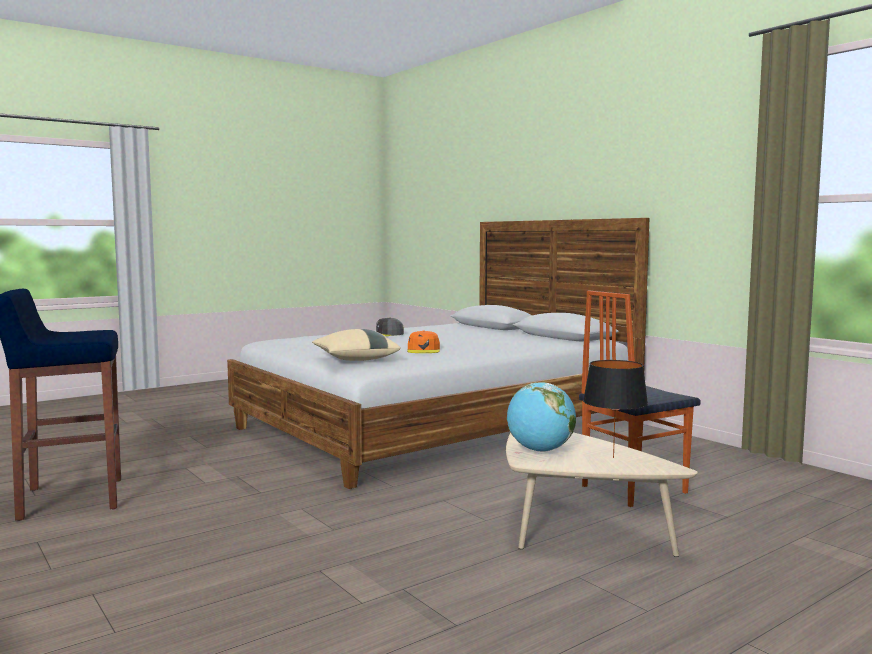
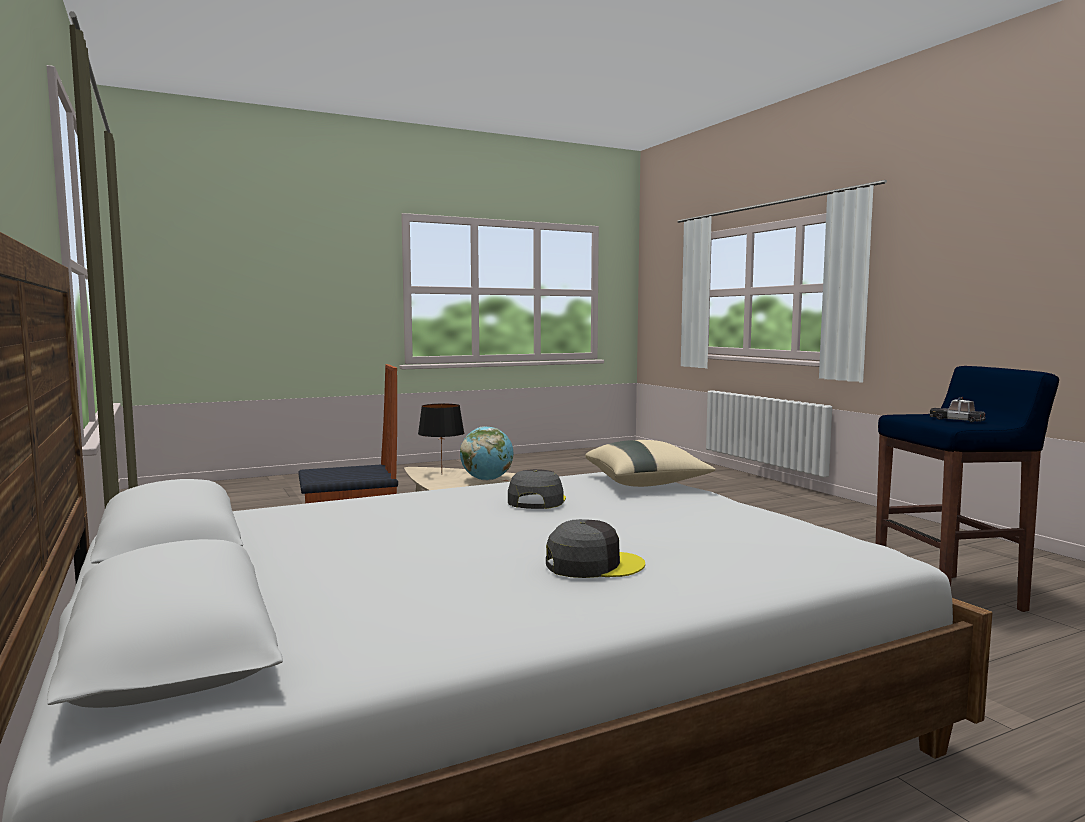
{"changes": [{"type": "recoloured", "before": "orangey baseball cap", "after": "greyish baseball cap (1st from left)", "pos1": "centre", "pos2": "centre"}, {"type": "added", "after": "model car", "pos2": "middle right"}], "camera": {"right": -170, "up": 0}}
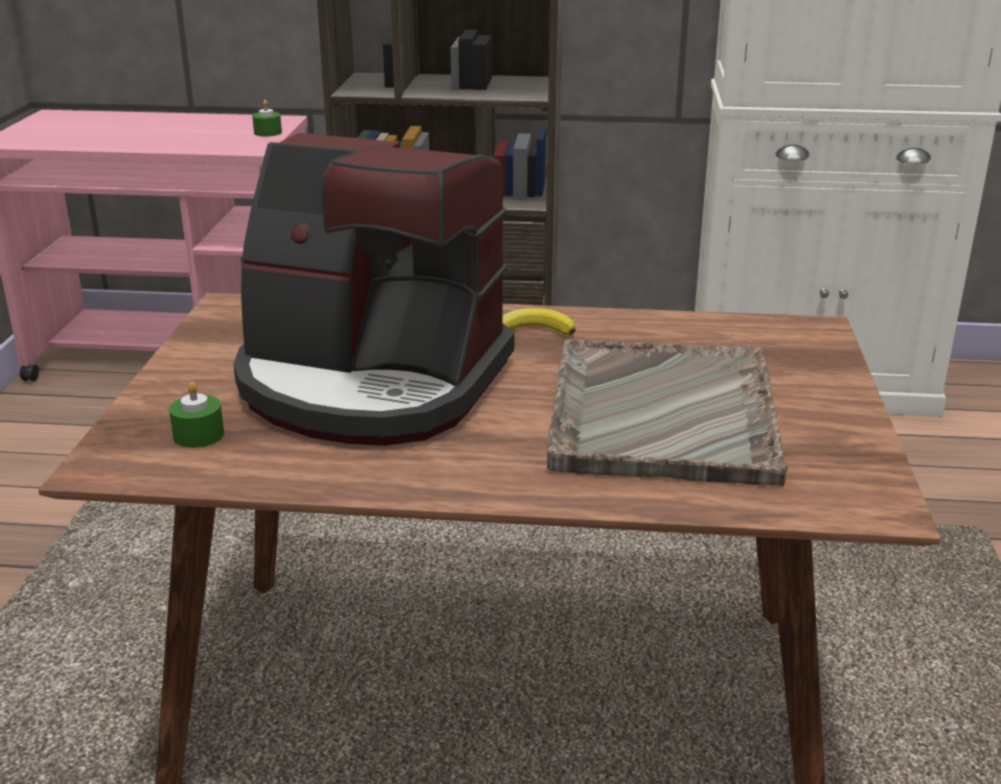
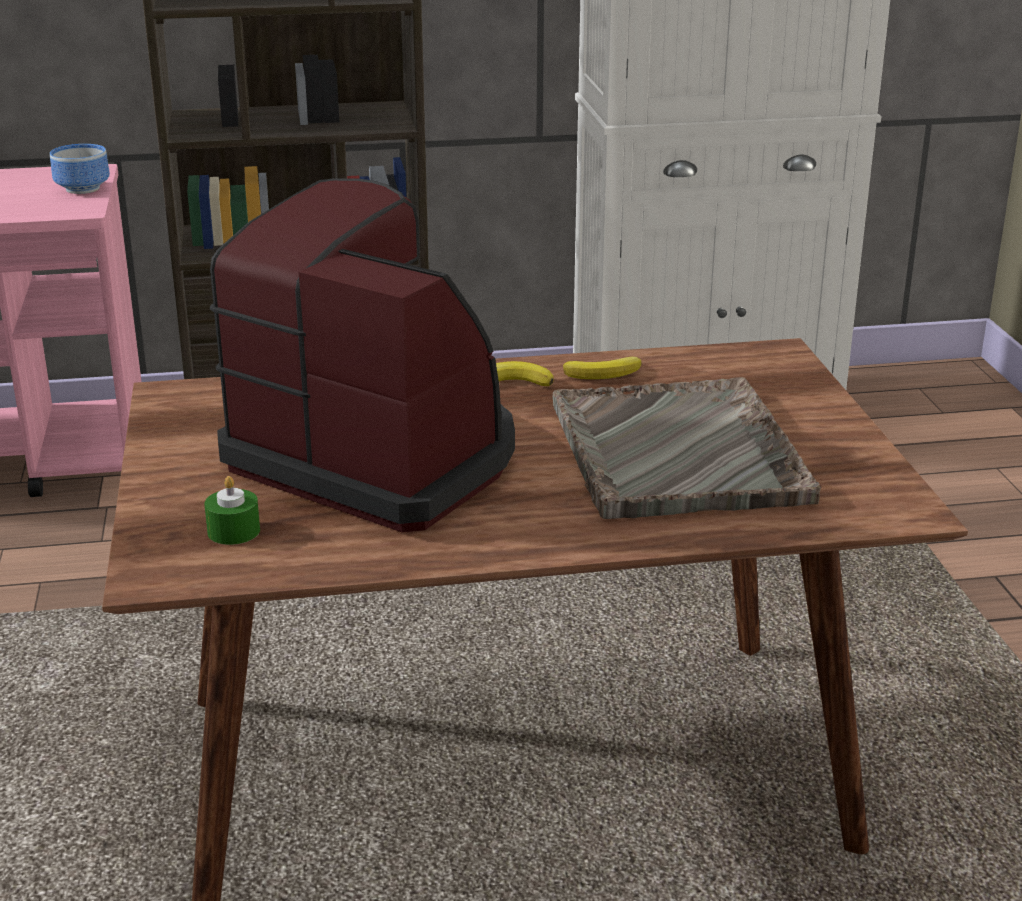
{"changes": [{"type": "replaced", "before": "greenish candle (2nd from left)", "after": "deep dish", "pos1": "top left", "pos2": "top left"}, {"type": "turned", "before": "coffee machine", "pos1": "centre", "pos2": "centre", "turn": -150}, {"type": "added", "after": "banana (2nd from left)", "pos2": "centre"}], "camera": {"right": -15, "up": 0}}
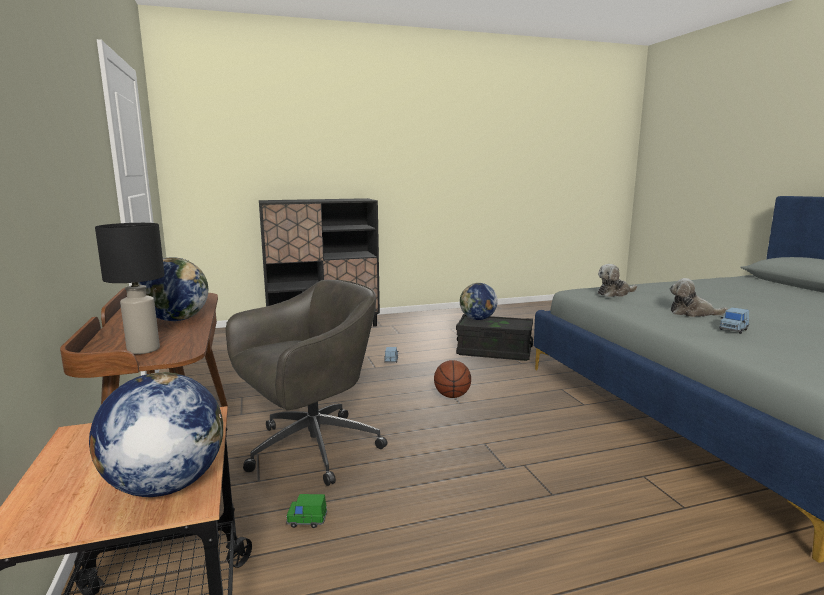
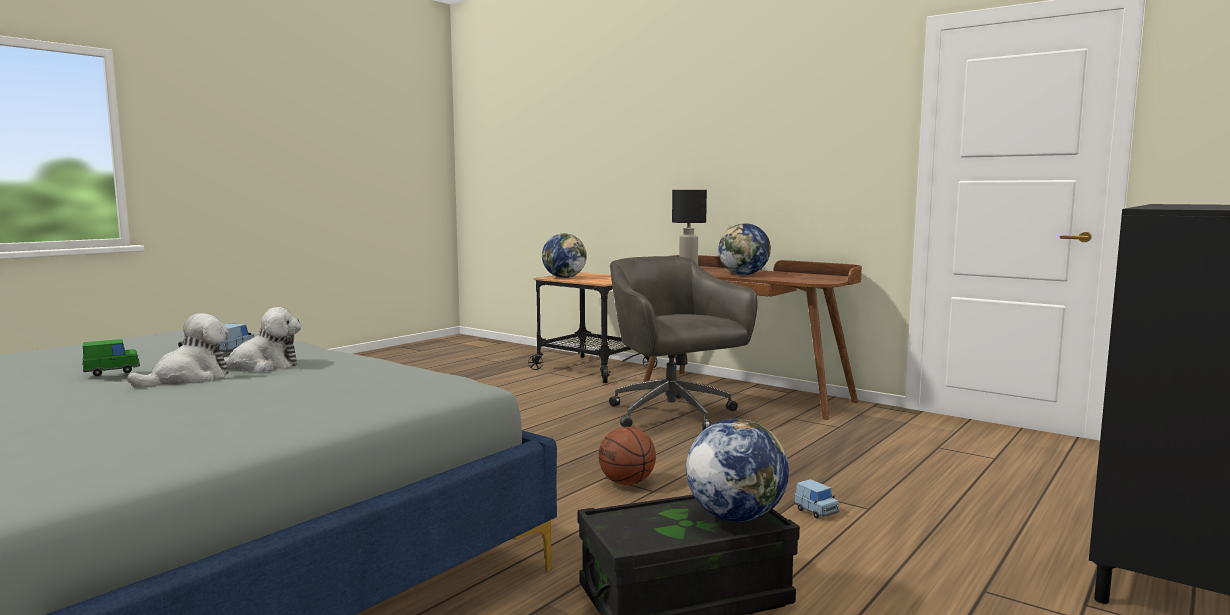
{"changes": [{"type": "moved", "before": "soft toy (1st from left)", "pos1": "middle right", "pos2": "middle left"}, {"type": "turned", "before": "greyish desk chair", "pos1": "centre", "pos2": "centre", "turn": 135}, {"type": "moved", "before": "greenish model car", "pos1": "bottom centre", "pos2": "middle left"}], "camera": {"right": 145, "up": -5}}
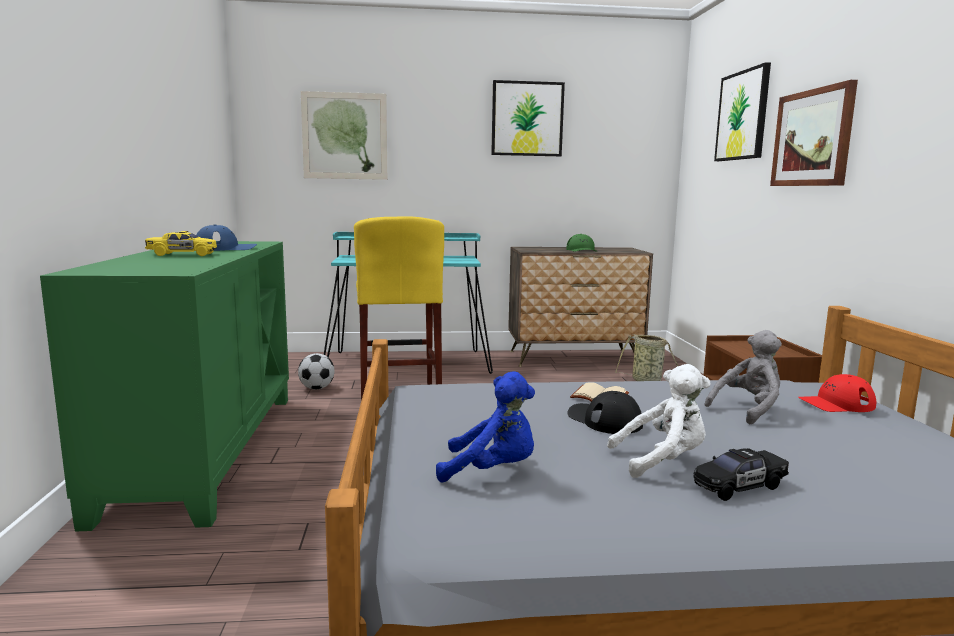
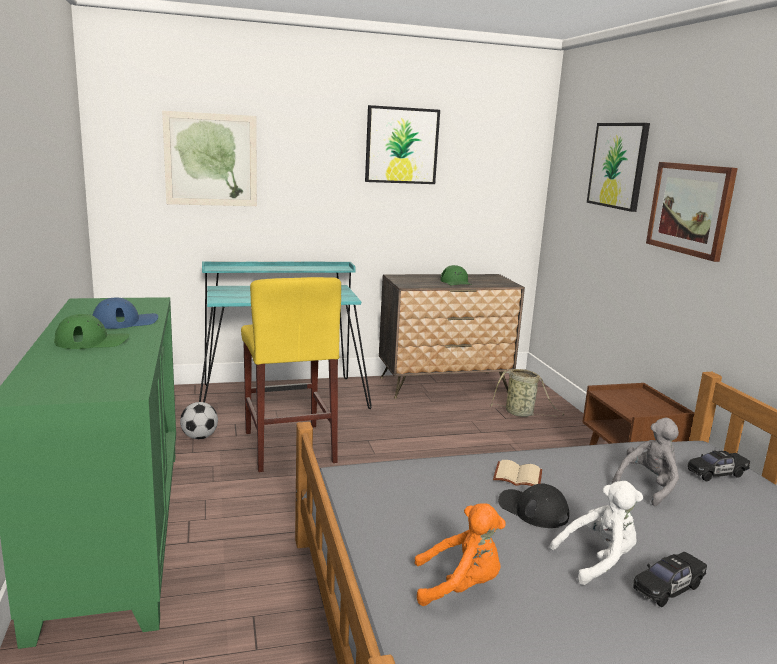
{"changes": [{"type": "replaced", "before": "yellow model car", "after": "greenish baseball cap (1st from left)", "pos1": "middle left", "pos2": "middle left"}, {"type": "recoloured", "before": "bluish soft toy", "after": "orangey soft toy", "pos1": "bottom centre", "pos2": "bottom centre"}, {"type": "replaced", "before": "red-coloured baseball cap", "after": "blackish model car (2nd from left)", "pos1": "middle right", "pos2": "bottom right"}], "camera": {"right": -10, "up": 5}}
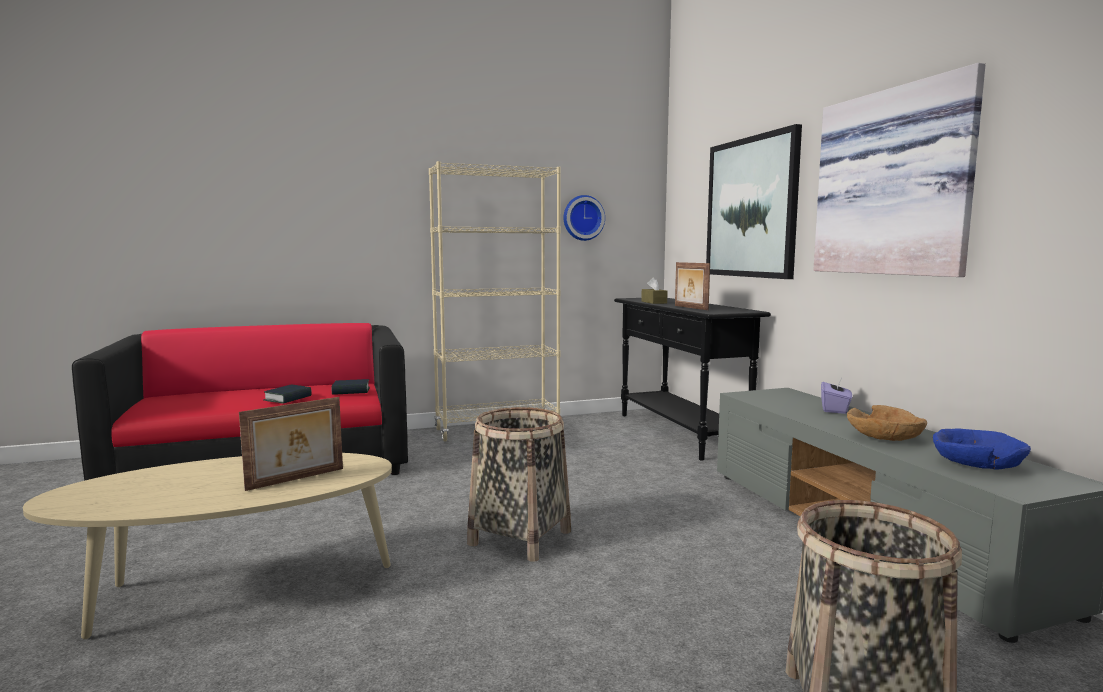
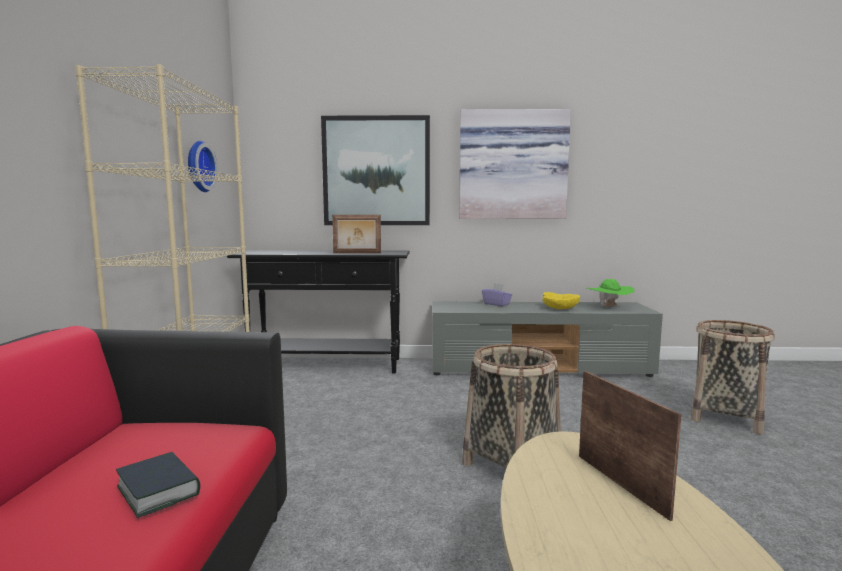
{"changes": [{"type": "removed", "before": "brown tissue box", "pos1": "centre"}, {"type": "removed", "before": "volume (2nd from left)", "pos1": "middle left"}, {"type": "recoloured", "before": "brown deep dish", "after": "yellow deep dish", "pos1": "middle right", "pos2": "centre"}, {"type": "replaced", "before": "bluish deep dish", "after": "greenish wearable hat", "pos1": "middle right", "pos2": "middle right"}], "camera": {"right": -70, "up": 0}}
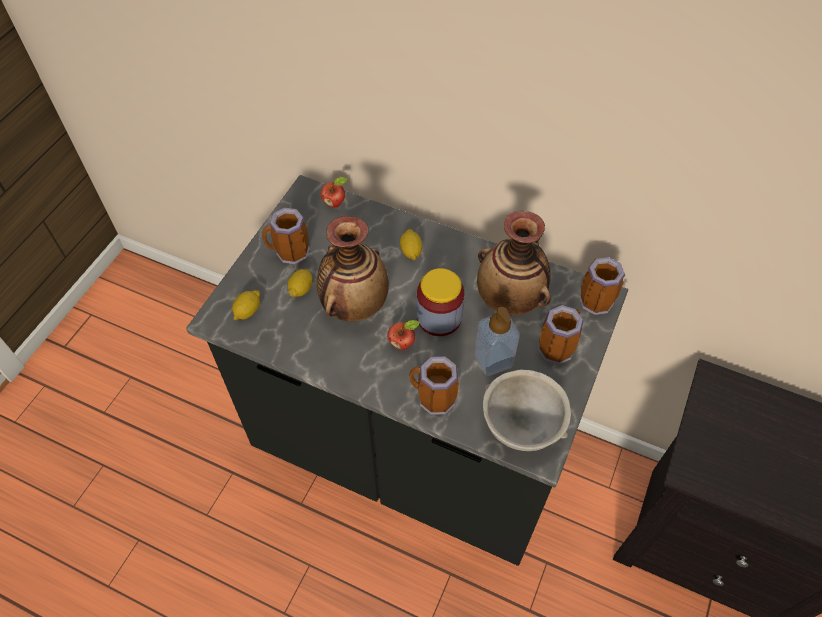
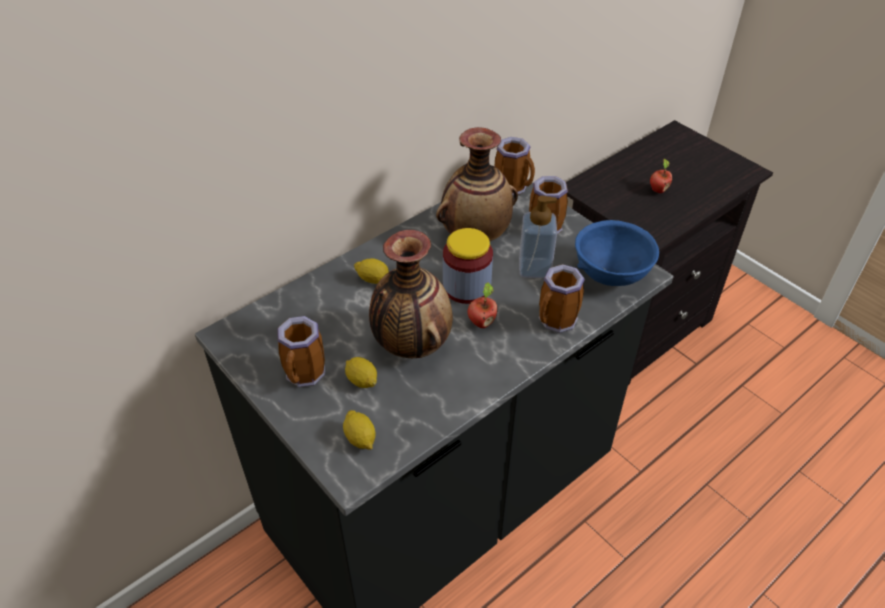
{"changes": [{"type": "moved", "before": "apple fruit (1st from left in the first image)", "after": "apple fruit (2nd from left)", "pos1": "top centre", "pos2": "top right"}, {"type": "recoloured", "before": "greyish deep dish", "after": "bluish deep dish", "pos1": "centre", "pos2": "middle right"}], "camera": {"right": -65, "up": -10}}
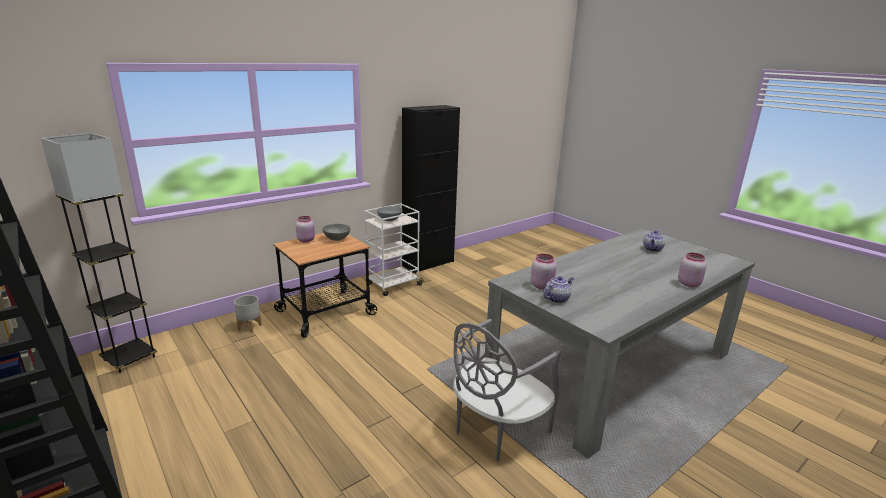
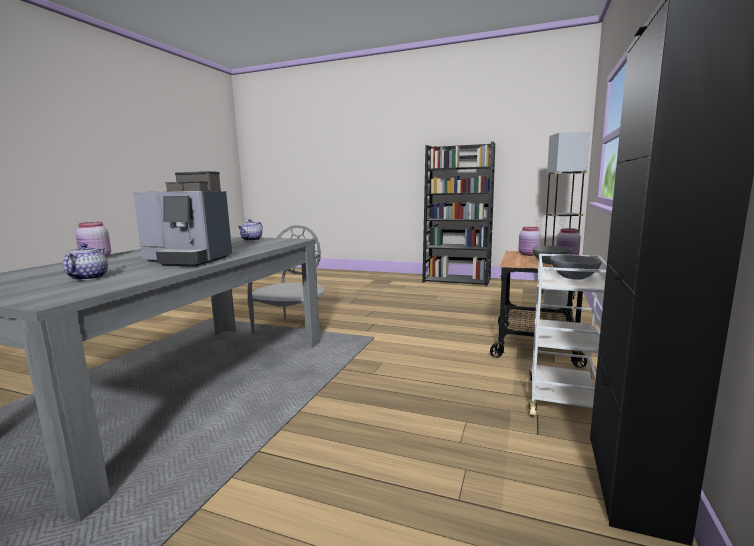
{"changes": [{"type": "moved", "before": "pinkish storage jar (2nd from left)", "pos1": "centre", "pos2": "middle right"}, {"type": "added", "after": "coffee machine", "pos2": "middle left"}], "camera": {"right": 150, "up": -10}}
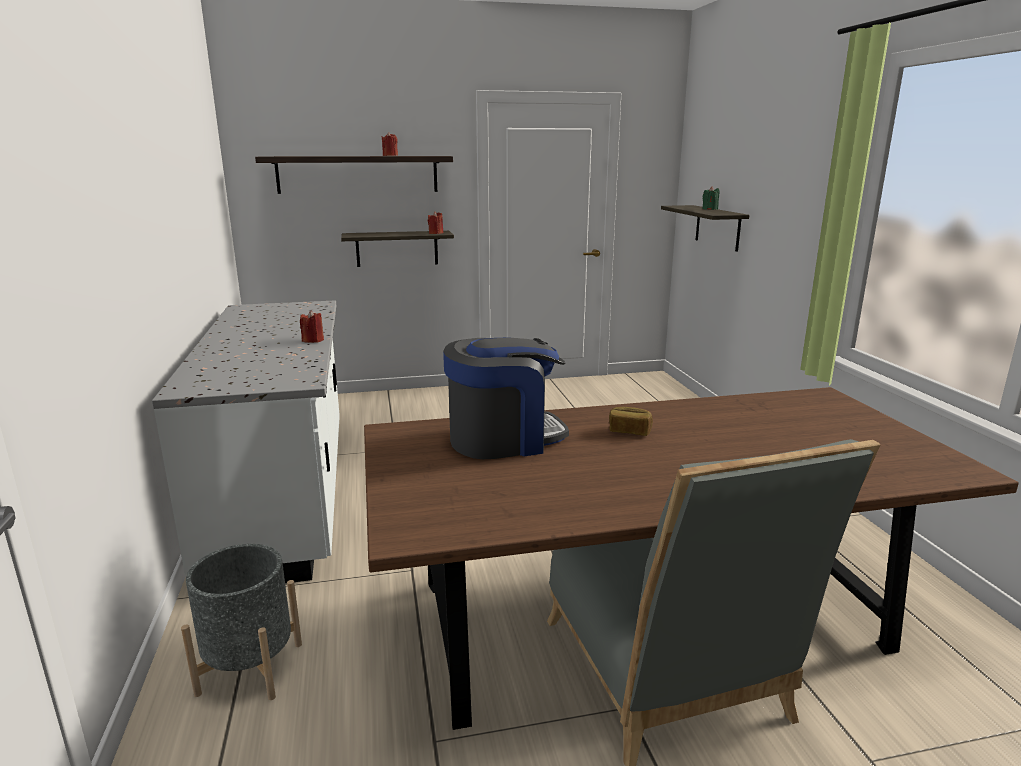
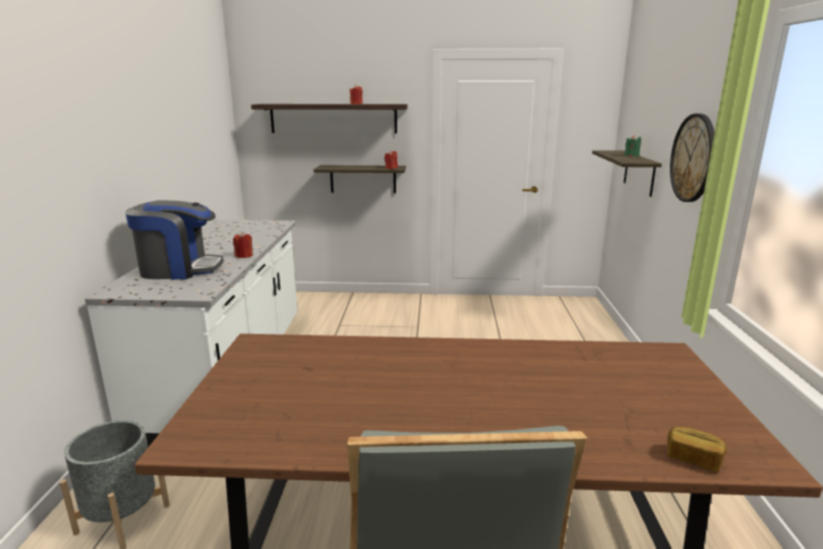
{"changes": [{"type": "moved", "before": "coffee machine", "pos1": "centre", "pos2": "middle left"}, {"type": "moved", "before": "baked bread", "pos1": "centre", "pos2": "bottom right"}, {"type": "added", "after": "wall clock", "pos2": "top right"}], "camera": {"right": 15, "up": 0}}
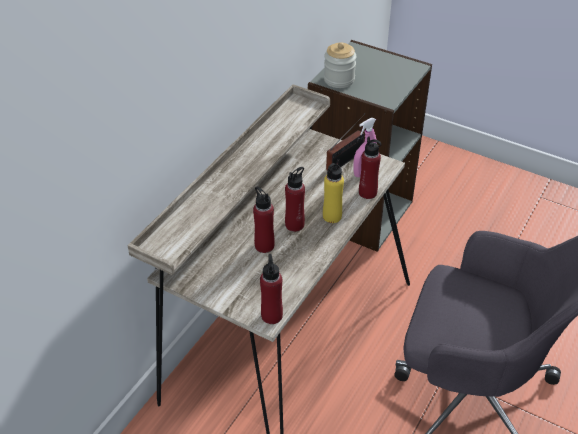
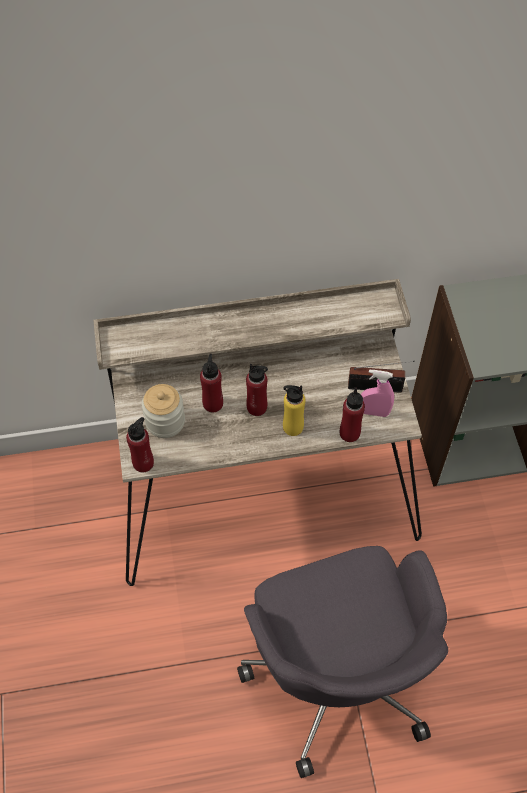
{"changes": [{"type": "moved", "before": "storage jar", "pos1": "top centre", "pos2": "middle left"}], "camera": {"right": 50, "up": 15}}
